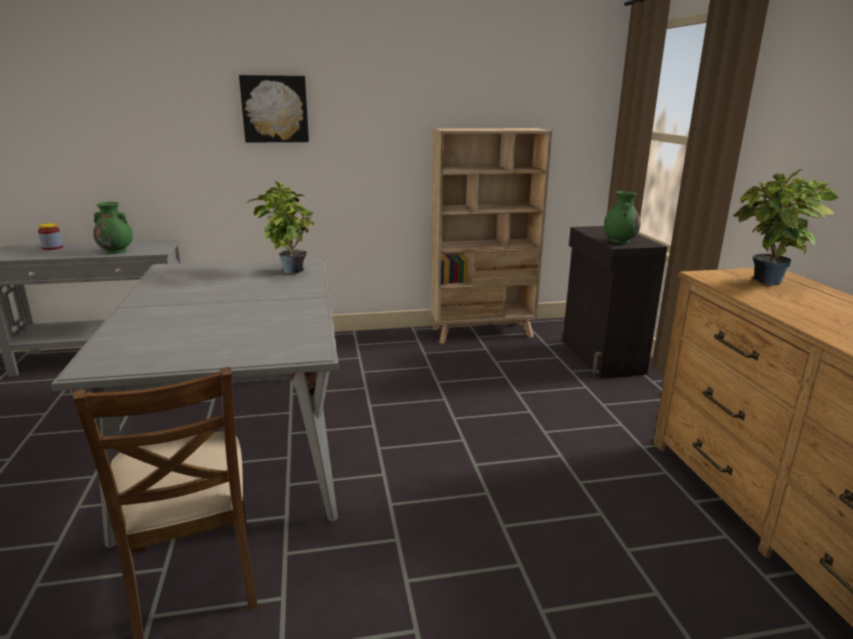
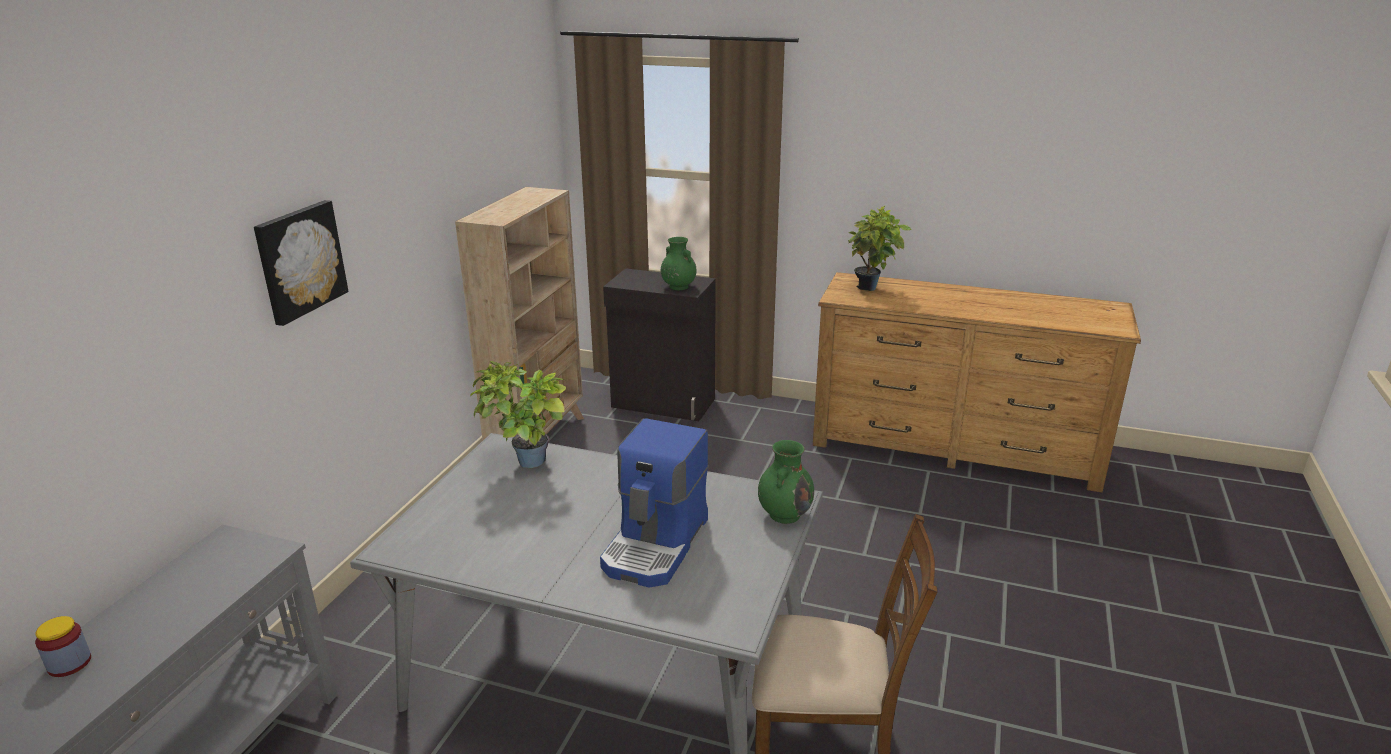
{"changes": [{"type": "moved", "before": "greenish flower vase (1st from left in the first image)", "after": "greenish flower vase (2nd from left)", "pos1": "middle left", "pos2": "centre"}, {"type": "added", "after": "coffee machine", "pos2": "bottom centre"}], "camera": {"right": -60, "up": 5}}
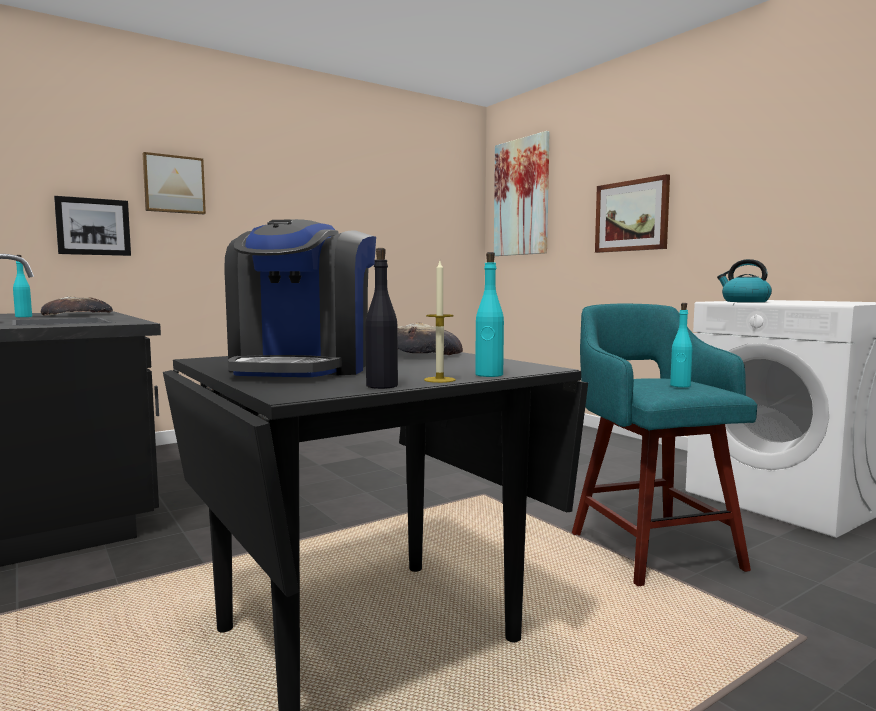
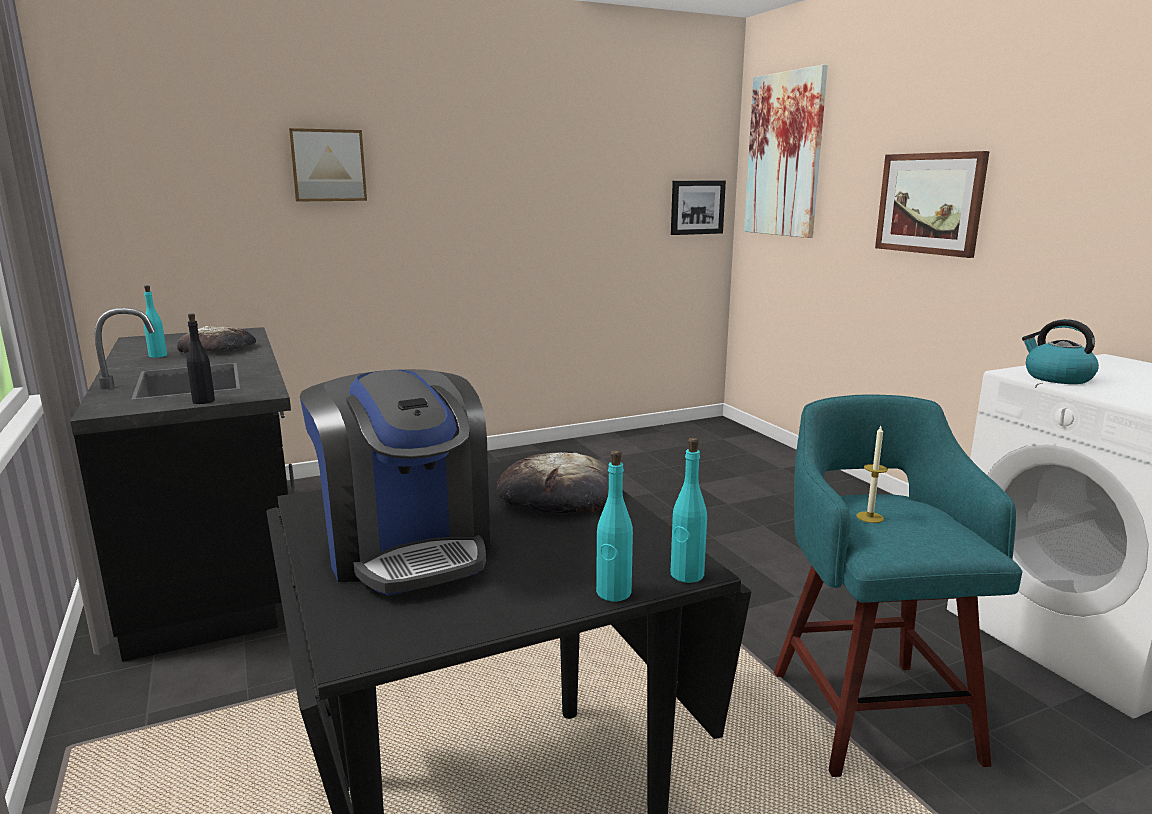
{"changes": [{"type": "moved", "before": "wall picture (1st from left in the first image)", "after": "wall picture (2nd from left)", "pos1": "top left", "pos2": "top centre"}, {"type": "turned", "before": "coffee machine", "pos1": "centre", "pos2": "centre", "turn": -45}, {"type": "moved", "before": "blackish bottle", "pos1": "centre", "pos2": "middle left"}, {"type": "moved", "before": "candle", "pos1": "centre", "pos2": "middle right"}, {"type": "moved", "before": "blue-green bottle (3rd from left)", "pos1": "middle right", "pos2": "centre"}], "camera": {"right": 10, "up": 10}}
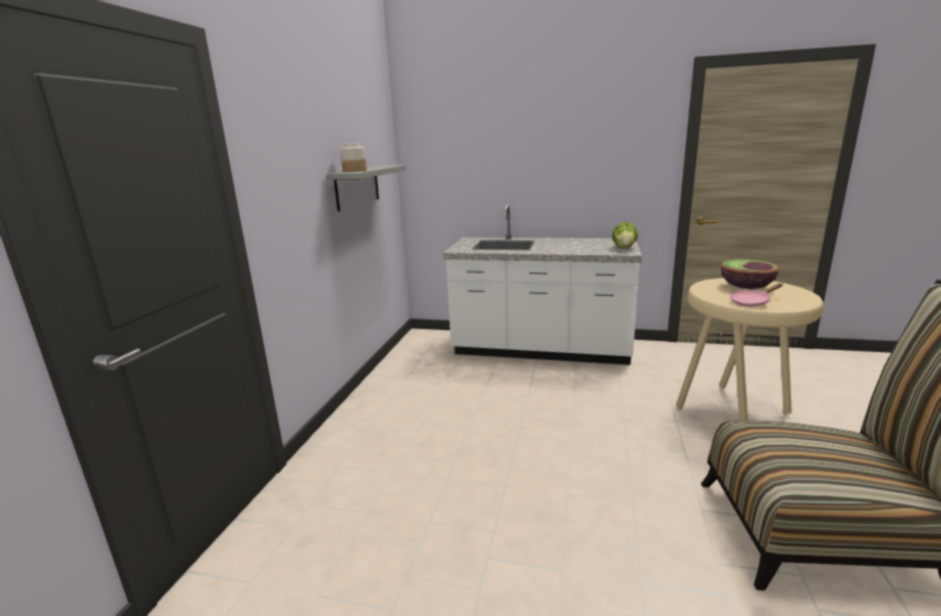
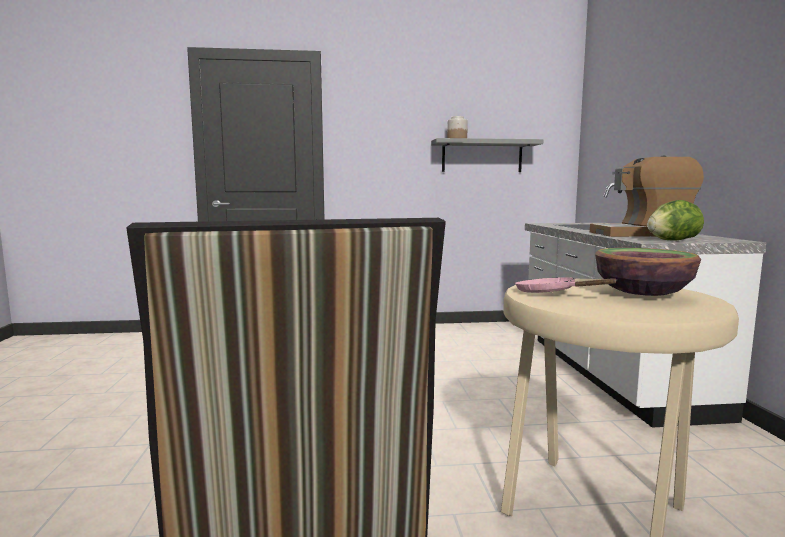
{"changes": [{"type": "added", "after": "coffee machine", "pos2": "middle right"}], "camera": {"right": 70, "up": -10}}
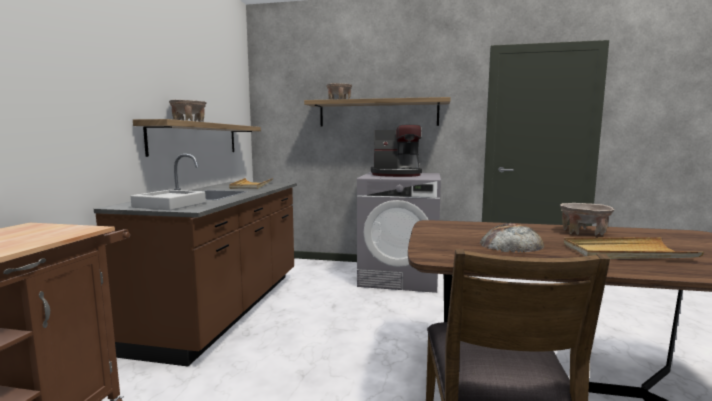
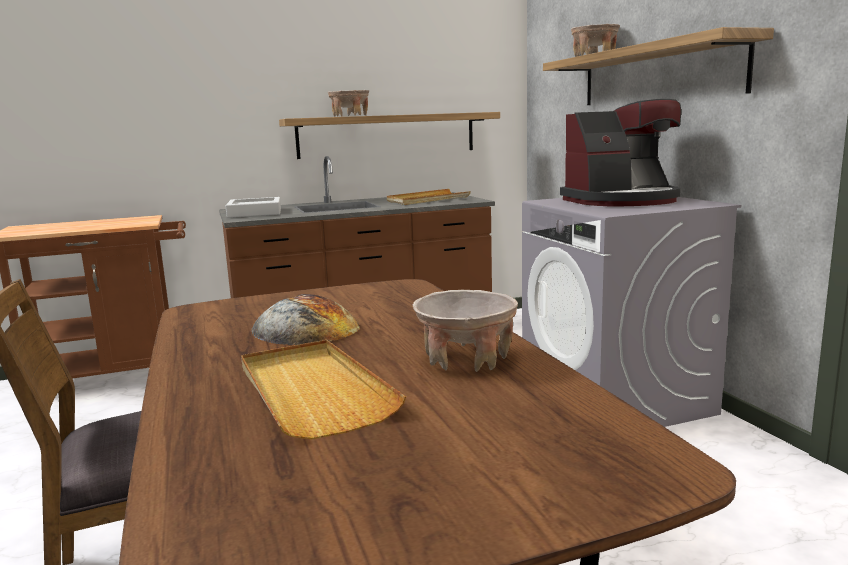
{"changes": [{"type": "turned", "before": "coffee machine", "pos1": "centre", "pos2": "top right", "turn": -75}], "camera": {"right": 60, "up": 5}}
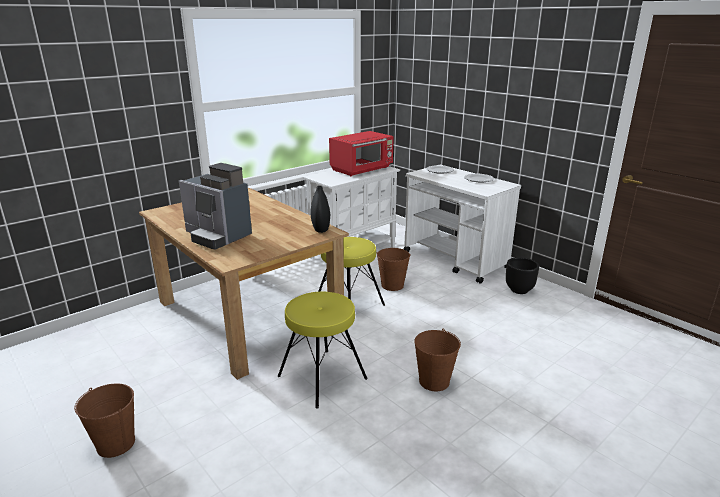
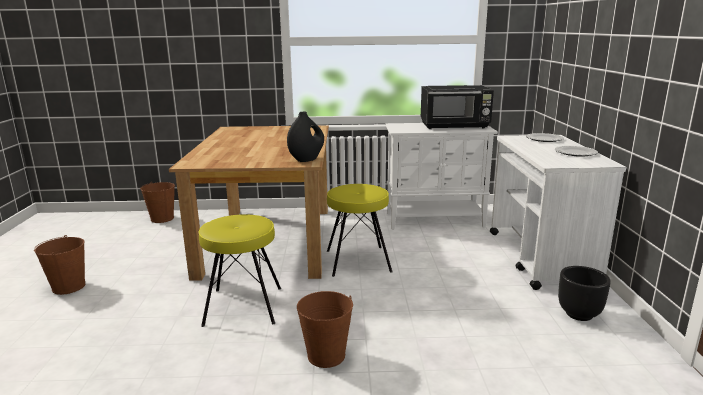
{"changes": [{"type": "recoloured", "before": "red-coloured microwave", "after": "blackish microwave", "pos1": "top centre", "pos2": "top centre"}, {"type": "removed", "before": "coffee machine", "pos1": "middle left"}, {"type": "moved", "before": "brown water bucket (2nd from left)", "pos1": "centre", "pos2": "middle left"}], "camera": {"right": 40, "up": -5}}
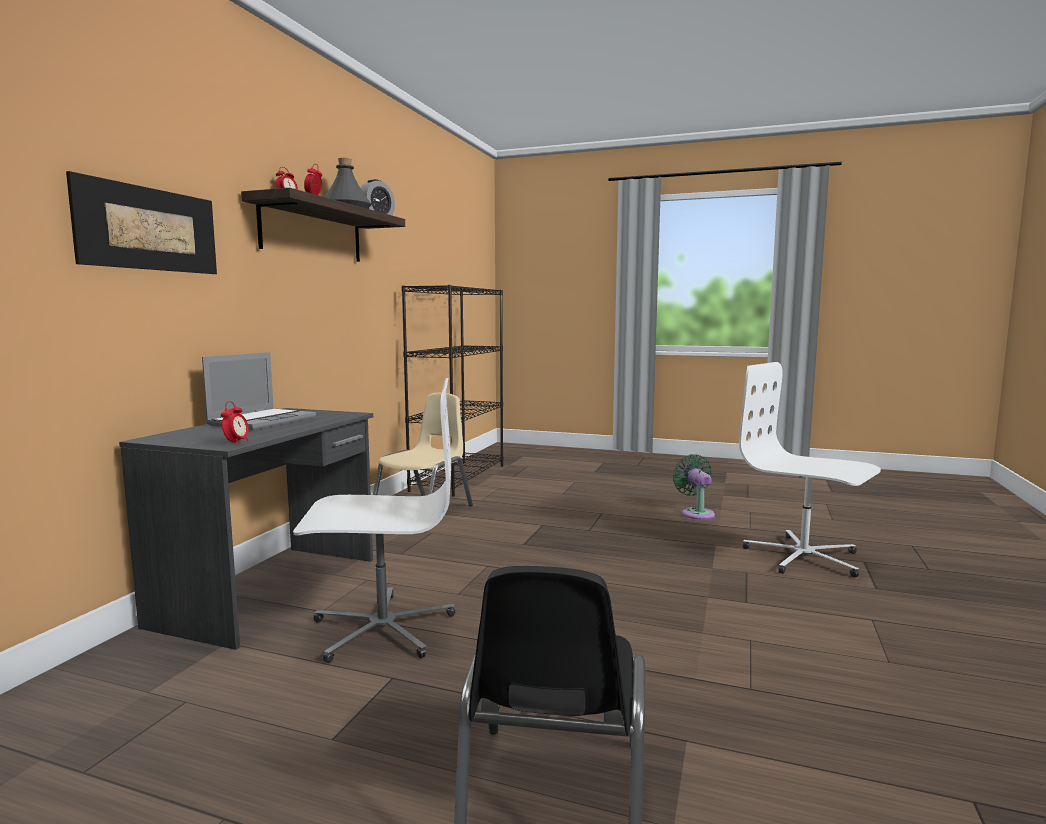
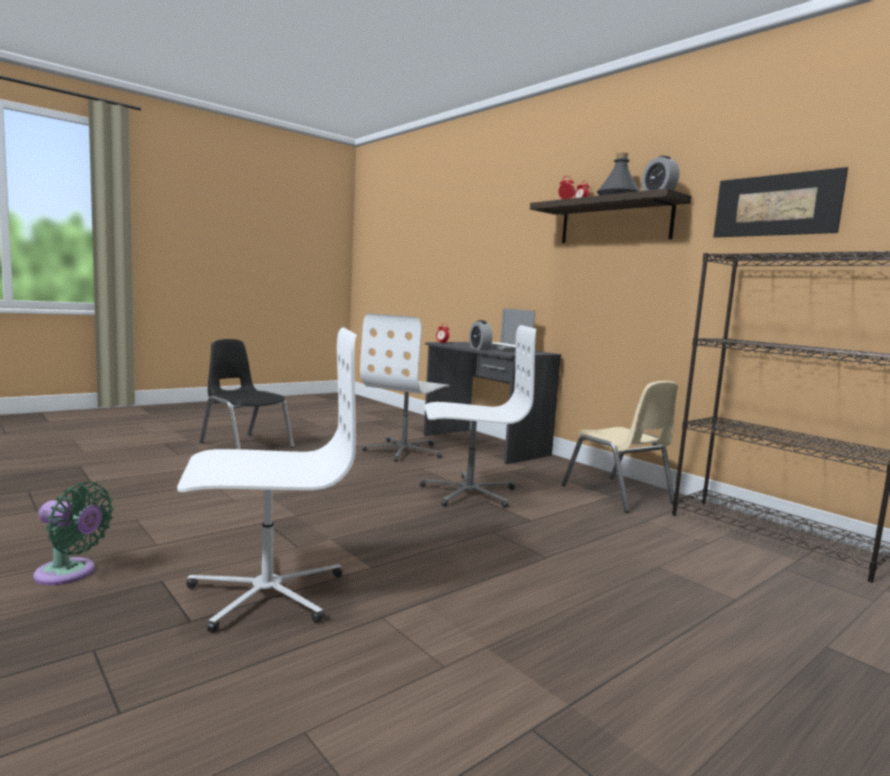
{"changes": [{"type": "moved", "before": "wall picture", "pos1": "top left", "pos2": "top right"}, {"type": "moved", "before": "greenish electric fan", "pos1": "centre", "pos2": "bottom left"}, {"type": "added", "after": "alarm clock (2nd from left)", "pos2": "centre"}, {"type": "added", "after": "whitish desk chair (3rd from left)", "pos2": "centre"}], "camera": {"right": 120, "up": 0}}
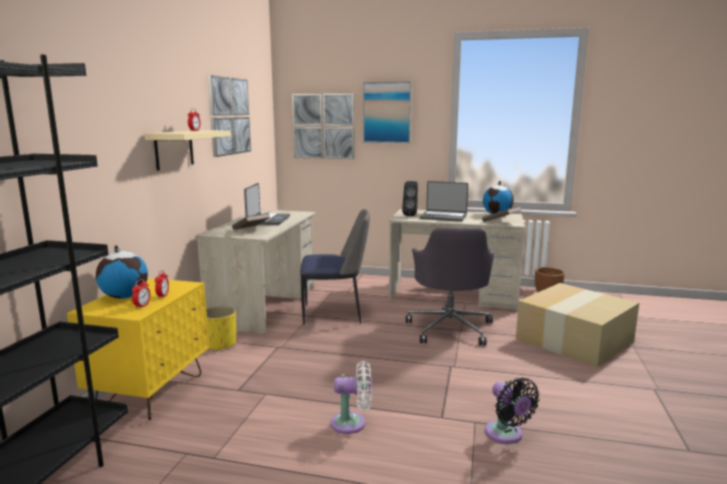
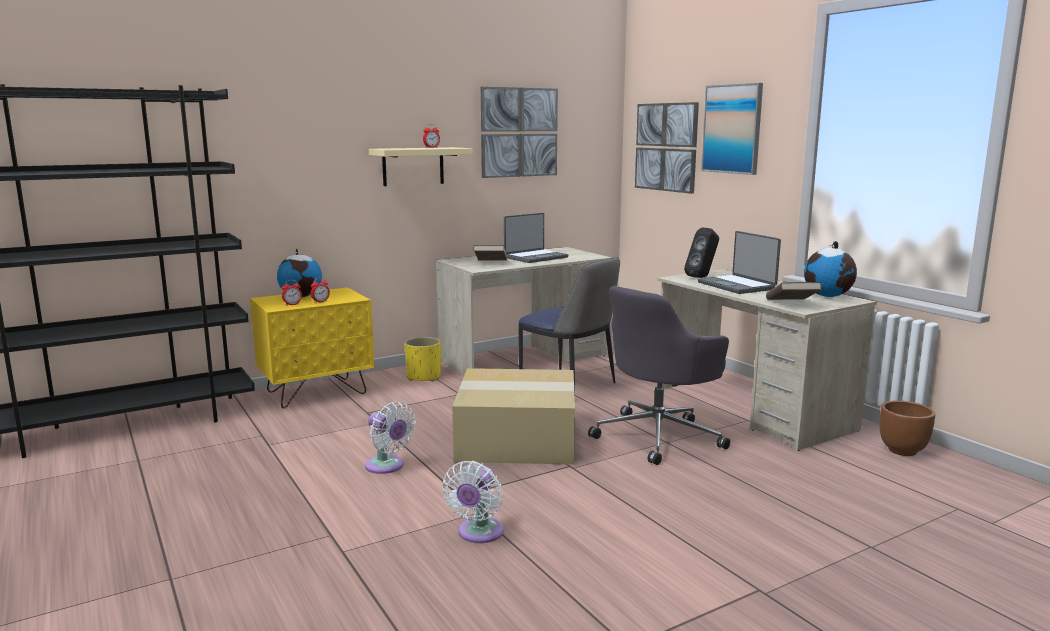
{"changes": [{"type": "moved", "before": "cardboard box", "pos1": "bottom right", "pos2": "centre"}, {"type": "recoloured", "before": "blackish electric fan", "after": "whitish electric fan (2nd from left)", "pos1": "bottom right", "pos2": "bottom centre"}], "camera": {"right": 45, "up": 0}}
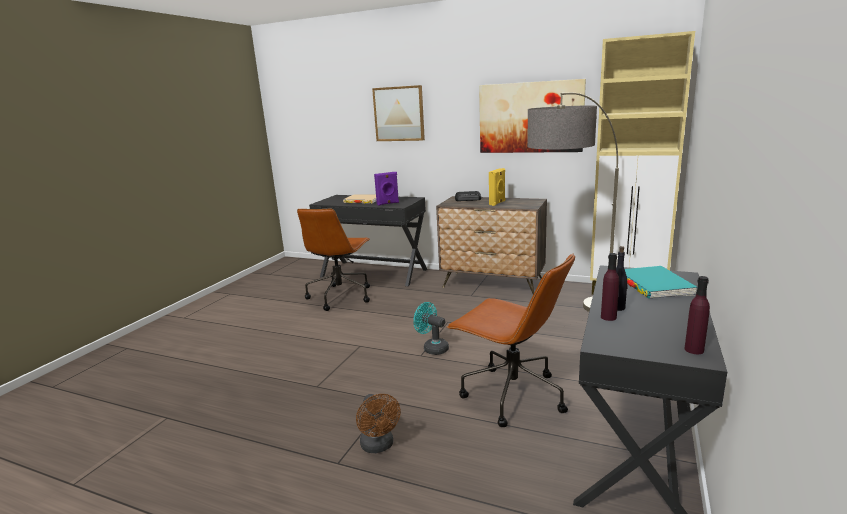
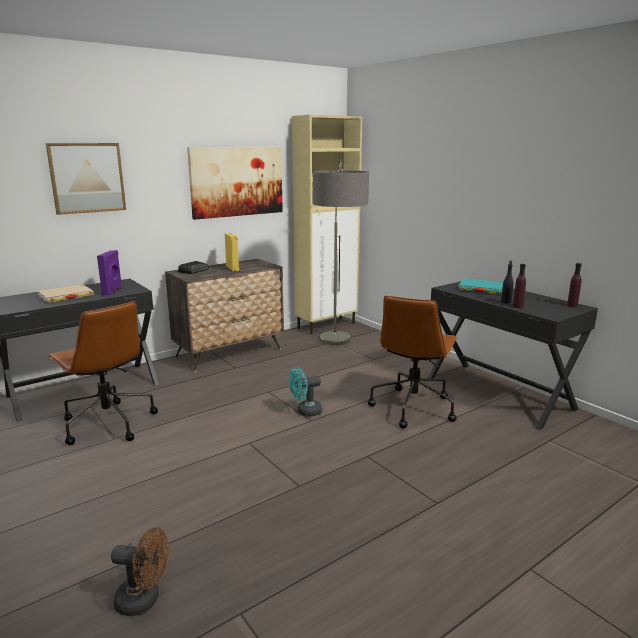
{"changes": [{"type": "turned", "before": "brown desk chair (2nd from left)", "pos1": "centre", "pos2": "centre", "turn": 135}, {"type": "moved", "before": "brown electric fan", "pos1": "bottom centre", "pos2": "bottom left"}], "camera": {"right": -60, "up": 0}}
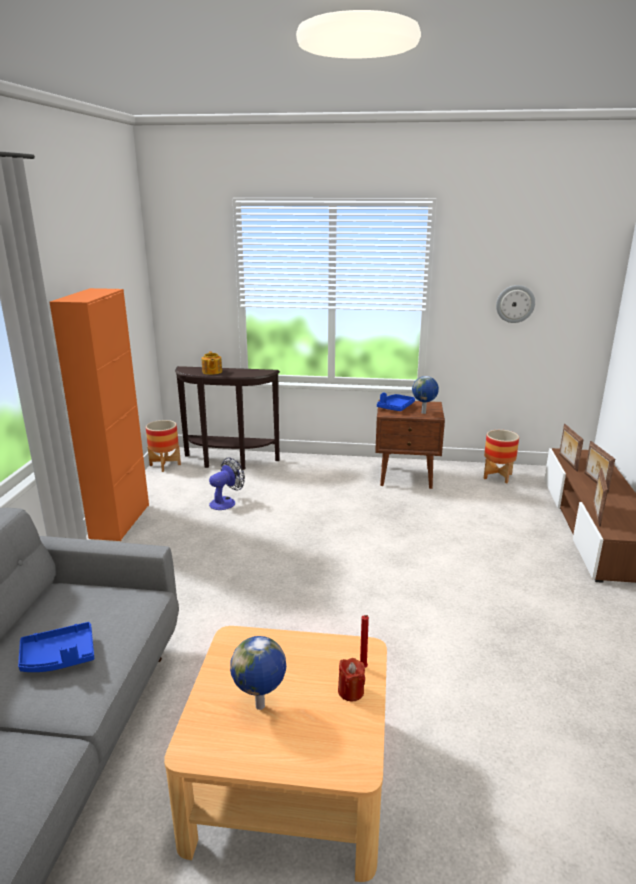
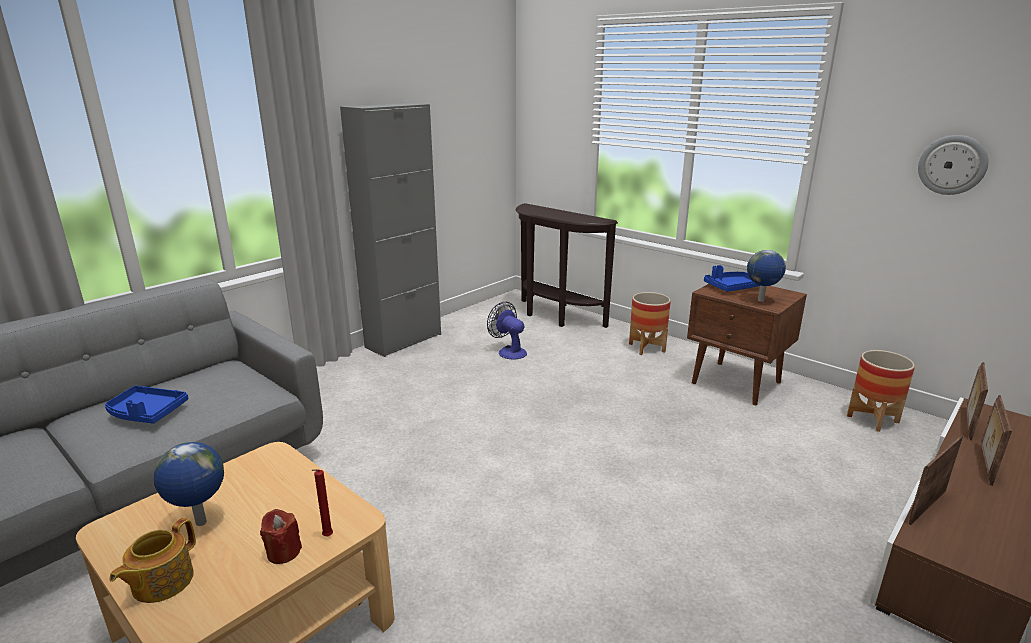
{"changes": [{"type": "recoloured", "before": "orangey storage cabinet", "after": "greyish storage cabinet", "pos1": "middle left", "pos2": "centre"}, {"type": "moved", "before": "tea pot", "pos1": "middle left", "pos2": "bottom left"}, {"type": "moved", "before": "flower pot (1st from left)", "pos1": "middle left", "pos2": "centre"}, {"type": "turned", "before": "electric fan", "pos1": "centre", "pos2": "centre", "turn": -120}], "camera": {"right": 35, "up": 0}}
